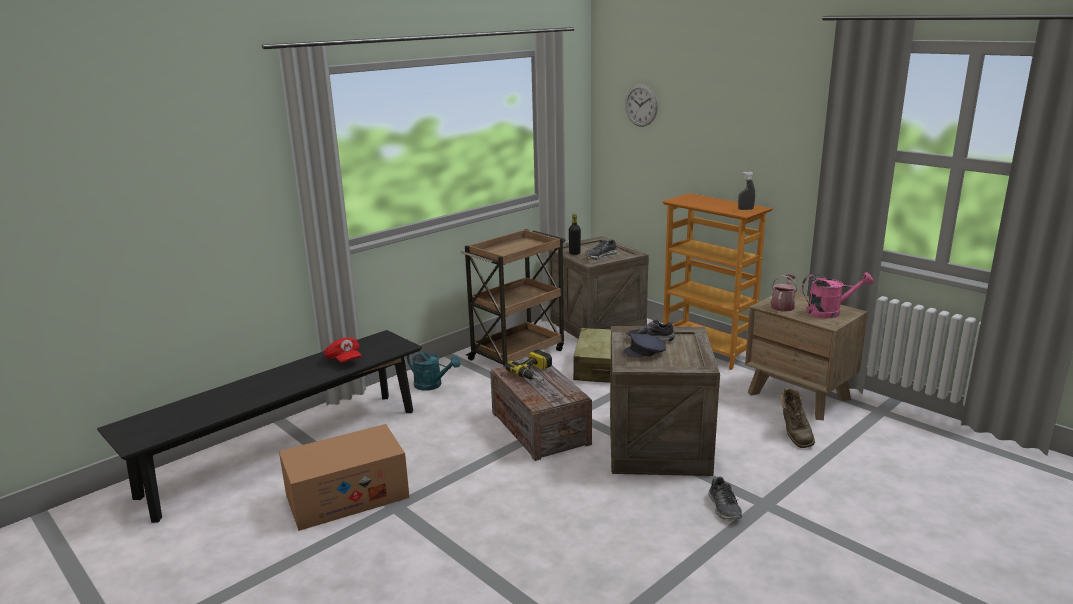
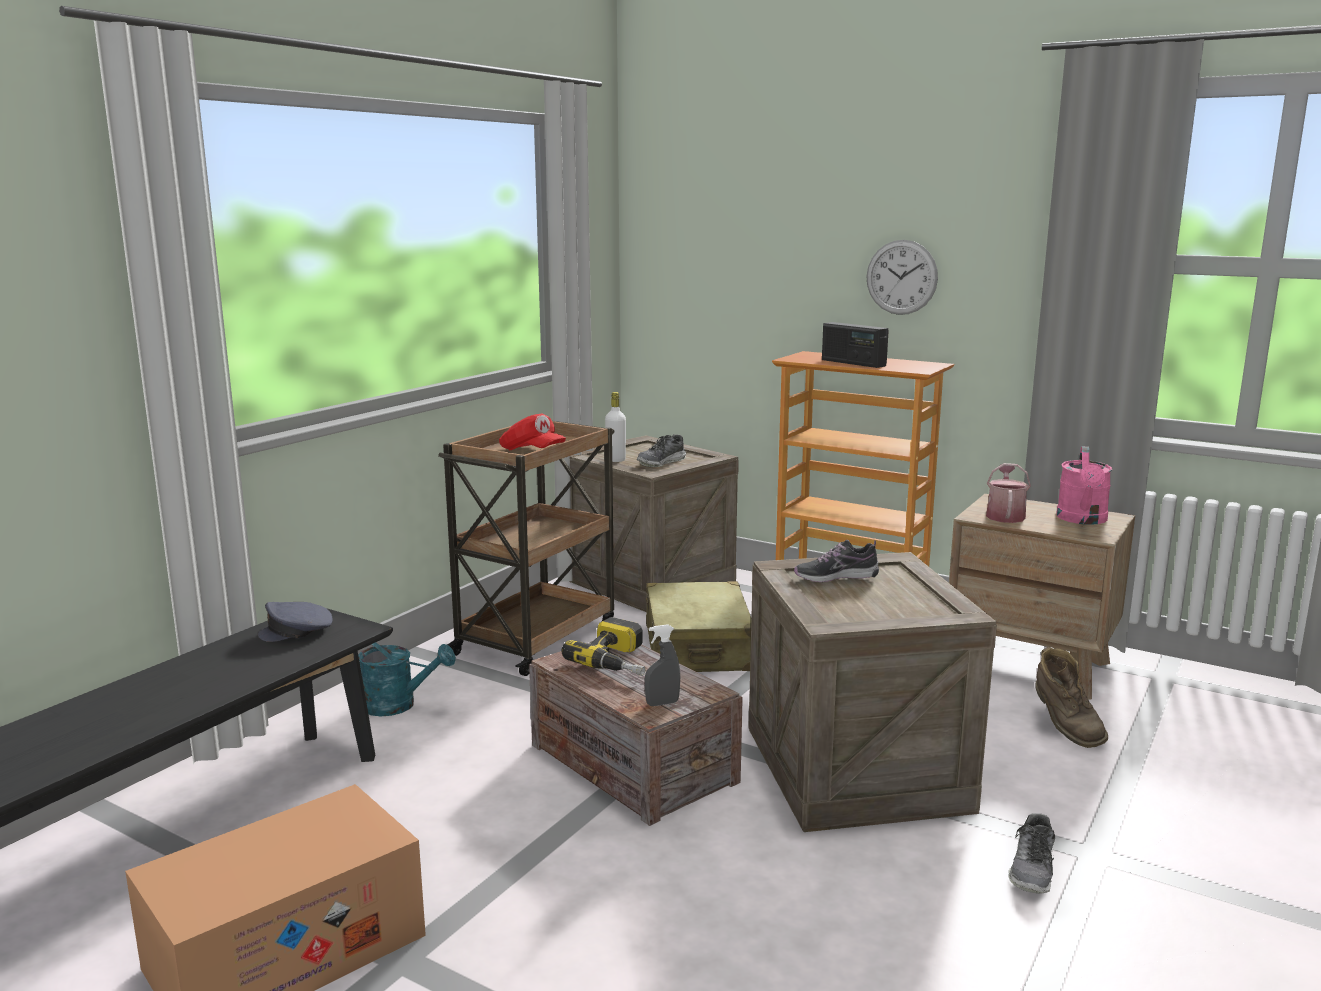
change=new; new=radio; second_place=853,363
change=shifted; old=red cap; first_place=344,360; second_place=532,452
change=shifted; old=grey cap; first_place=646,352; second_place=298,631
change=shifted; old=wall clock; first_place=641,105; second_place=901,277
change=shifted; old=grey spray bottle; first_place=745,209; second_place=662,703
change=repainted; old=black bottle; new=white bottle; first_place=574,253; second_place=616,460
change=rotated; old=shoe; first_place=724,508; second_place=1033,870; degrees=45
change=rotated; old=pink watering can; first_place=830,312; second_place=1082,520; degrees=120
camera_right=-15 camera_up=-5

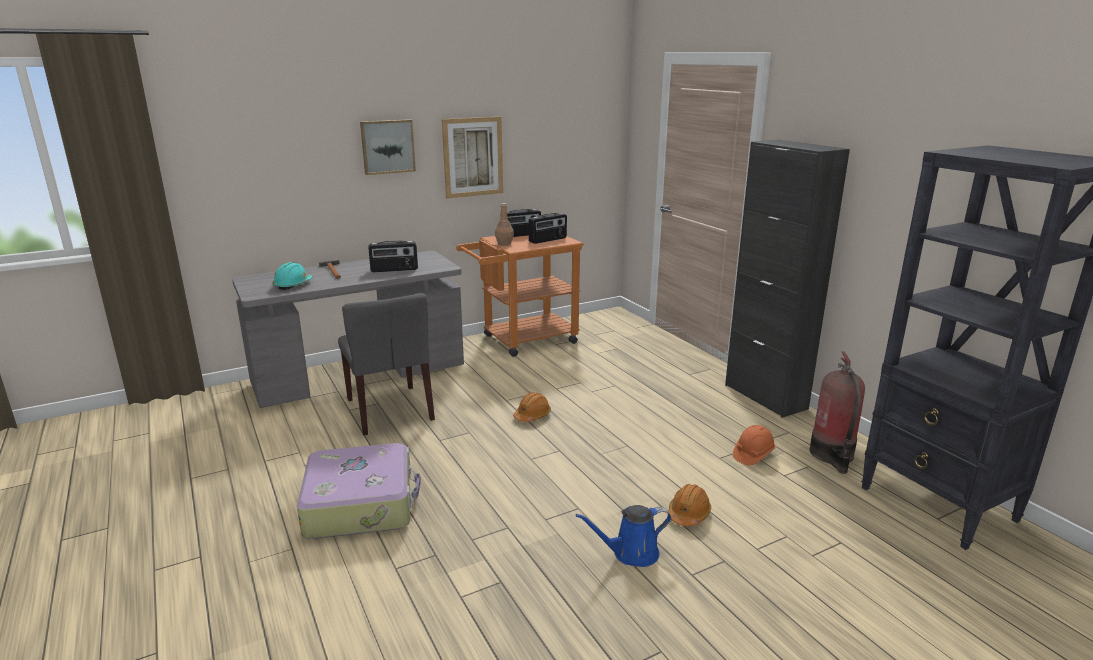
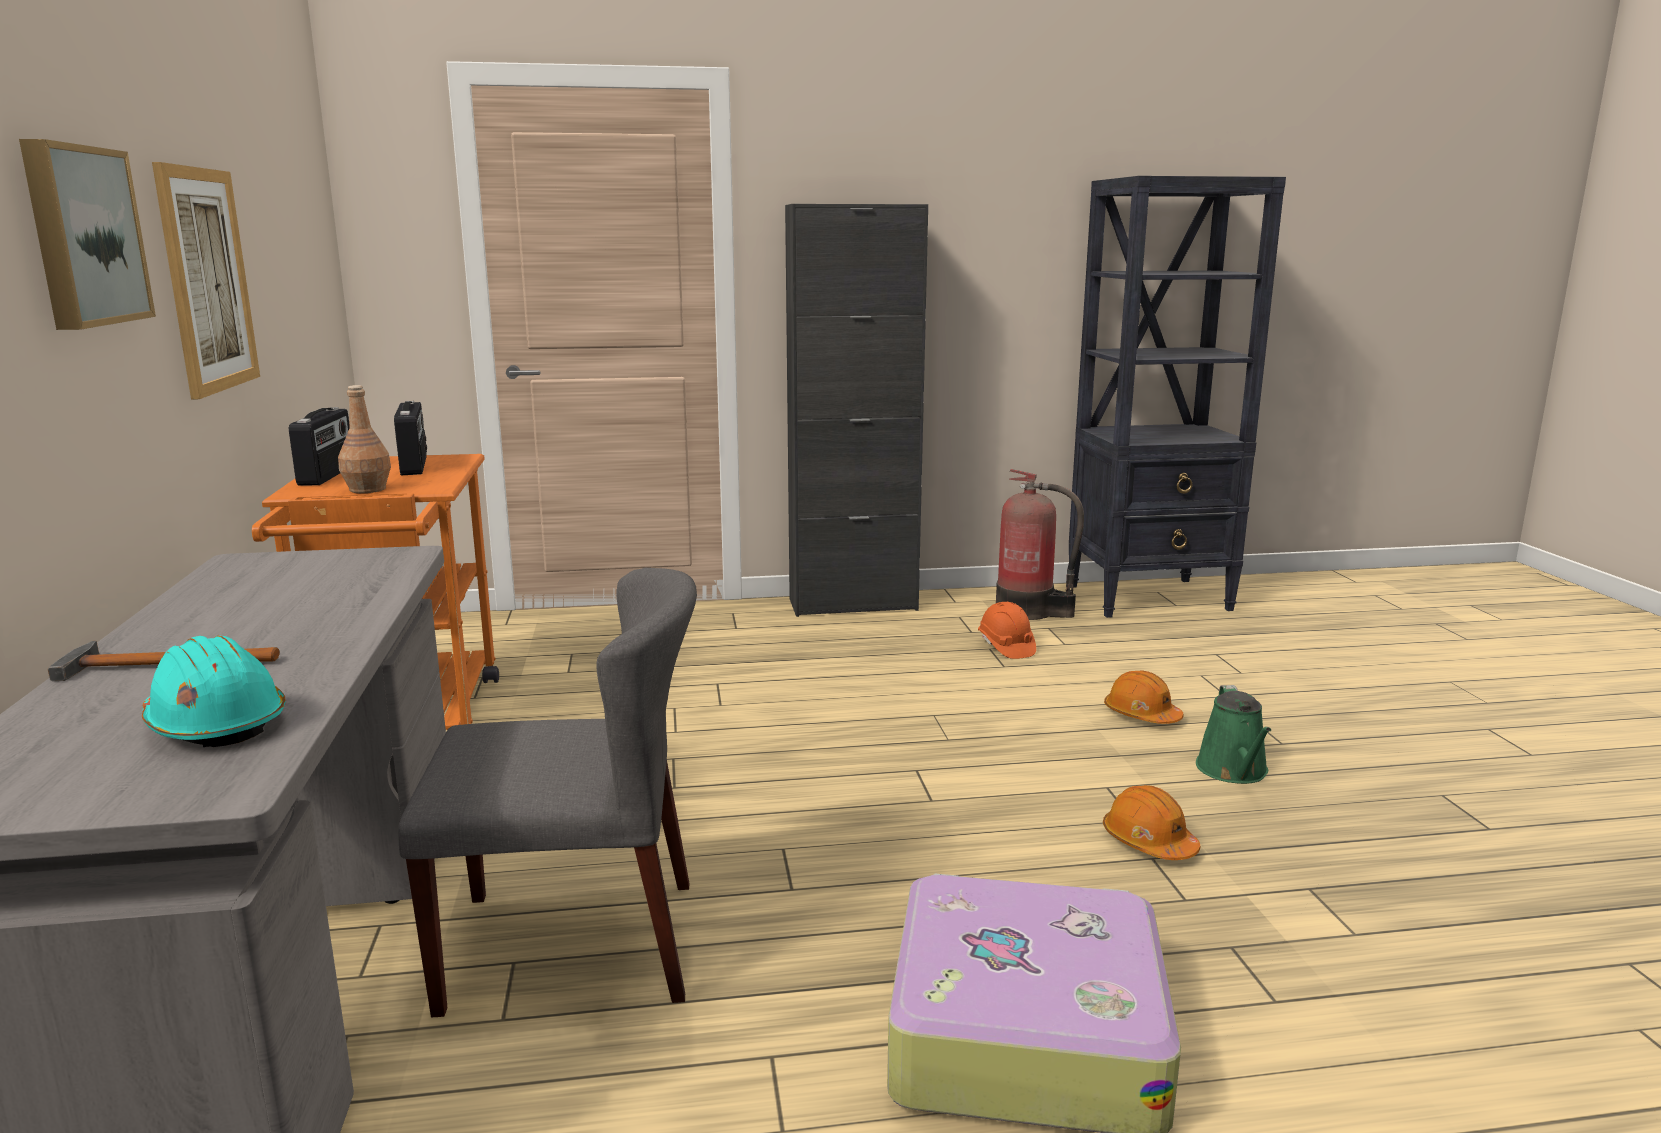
change=gone; old=radio; first_place=394,270
change=shifted; old=orange hard hat; first_place=532,415; second_place=1148,842
change=repainted; old=blue watering can; new=green watering can; first_place=631,553; second_place=1233,771
camera_right=-70 camera_up=-5

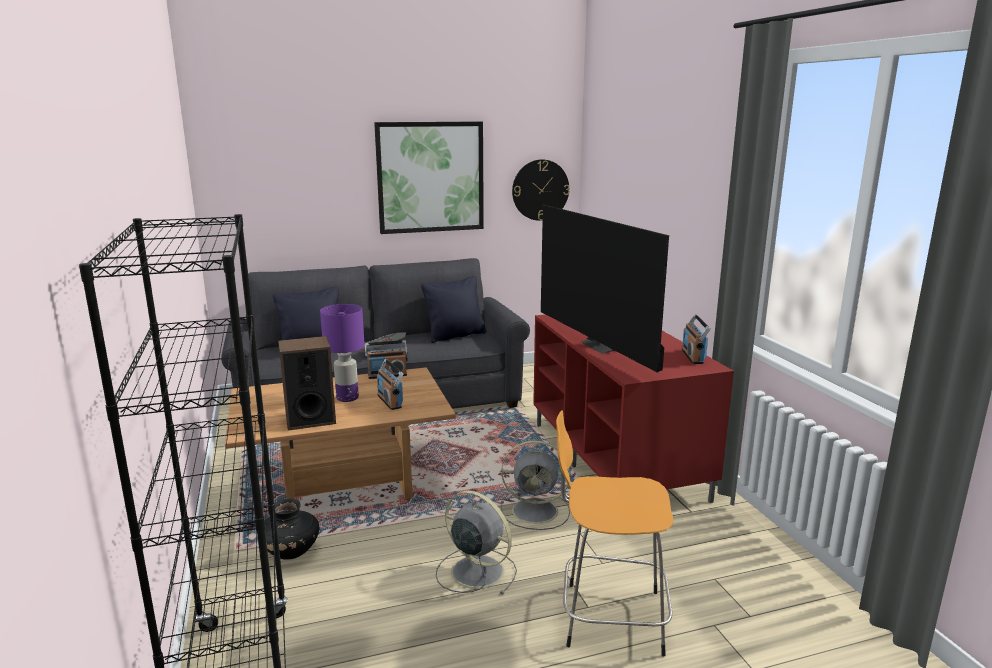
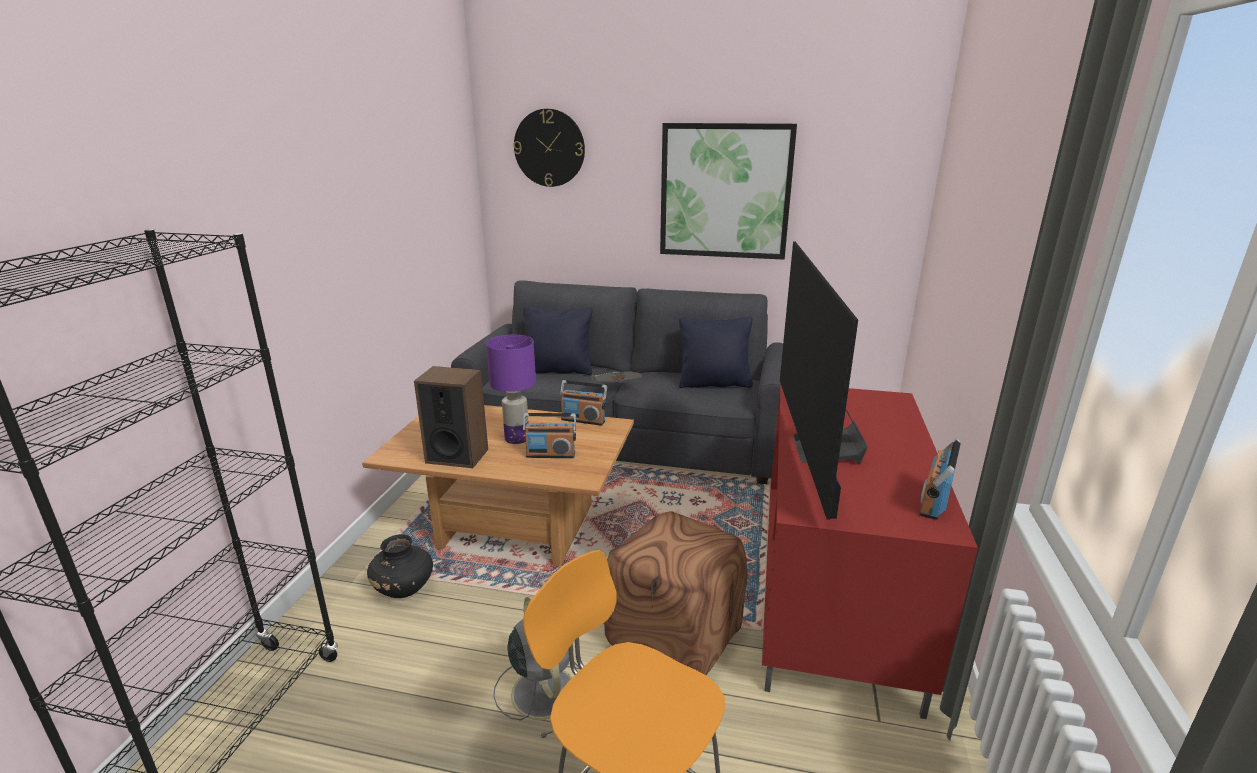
change=shifted; old=wall clock; first_place=540,190; second_place=549,148
change=swapped; old=grey fan; new=brown ottoman; first_place=537,511; second_place=675,636
change=rotated; old=radio; first_place=390,401; second_place=550,454; degrees=-90
camera_right=30 camera_up=5

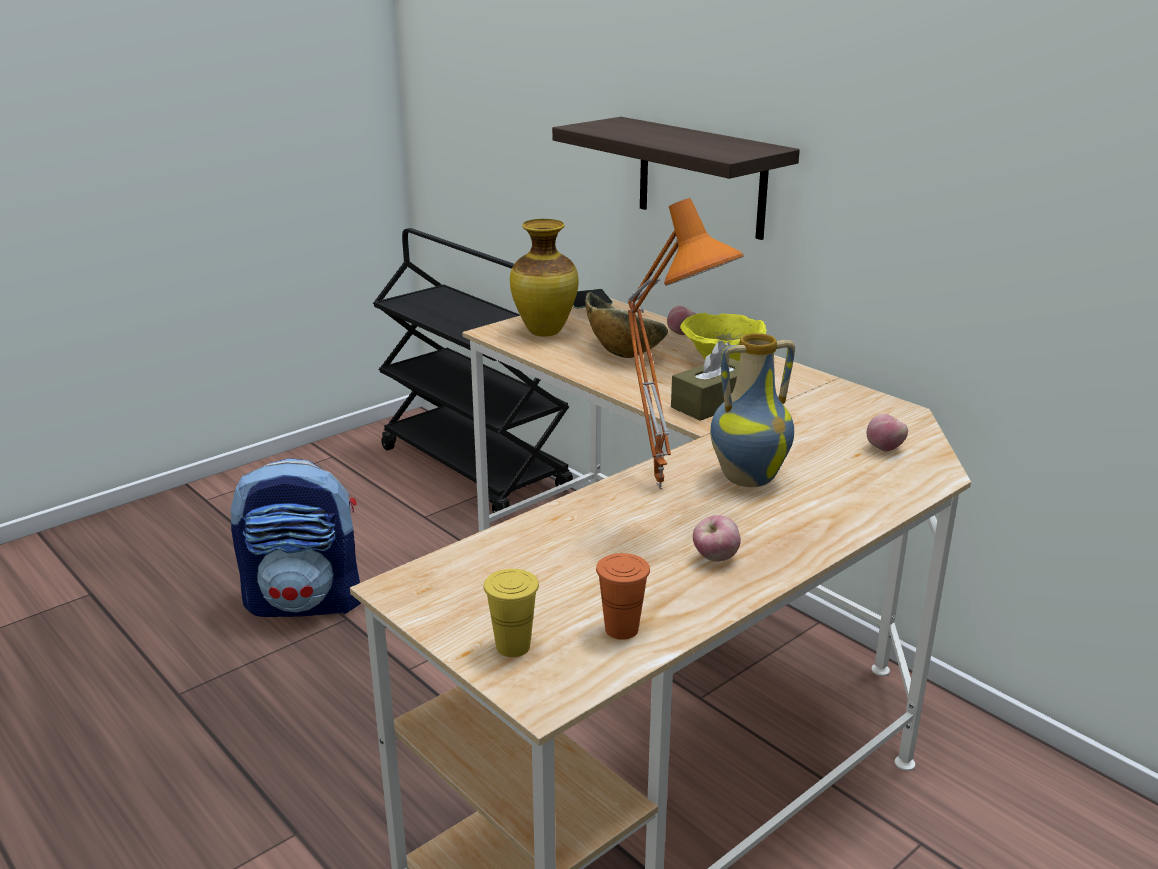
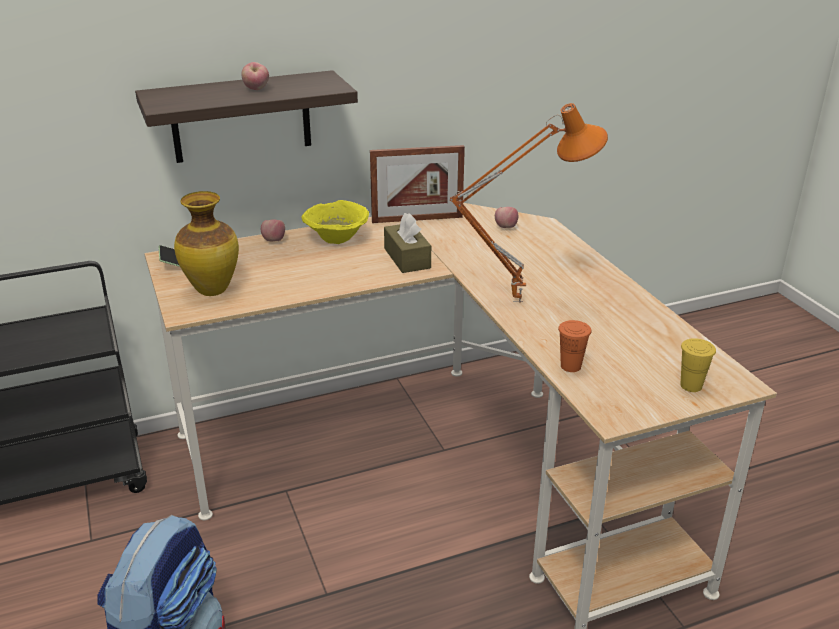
change=gone; old=bowl; first_place=622,353
change=gone; old=vase; first_place=747,478
change=new; new=picture frame; second_place=417,219
change=shifted; old=orange cup; first_place=621,629; second_place=570,366
change=shifted; old=apple; first_place=715,558; second_place=256,89
camera_right=-70 camera_up=5

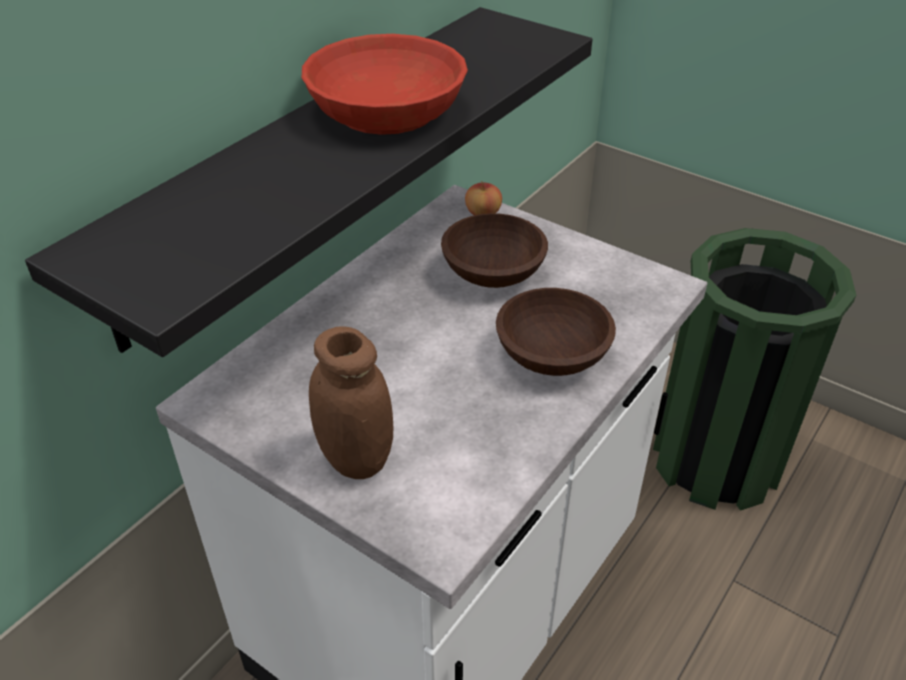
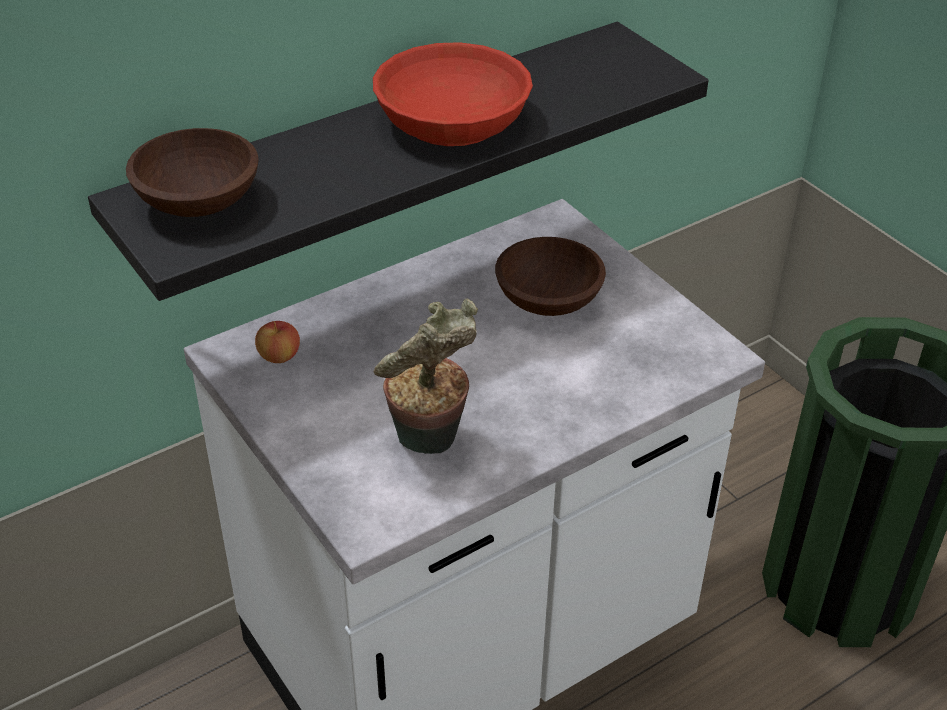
change=gone; old=brown jar; first_place=356,458
change=new; new=potted plant; second_place=429,444
change=shifted; old=apple; first_place=483,213; second_place=279,356
change=shifted; old=brown bowl; first_place=551,356; second_place=196,202
camera_right=20 camera_up=0

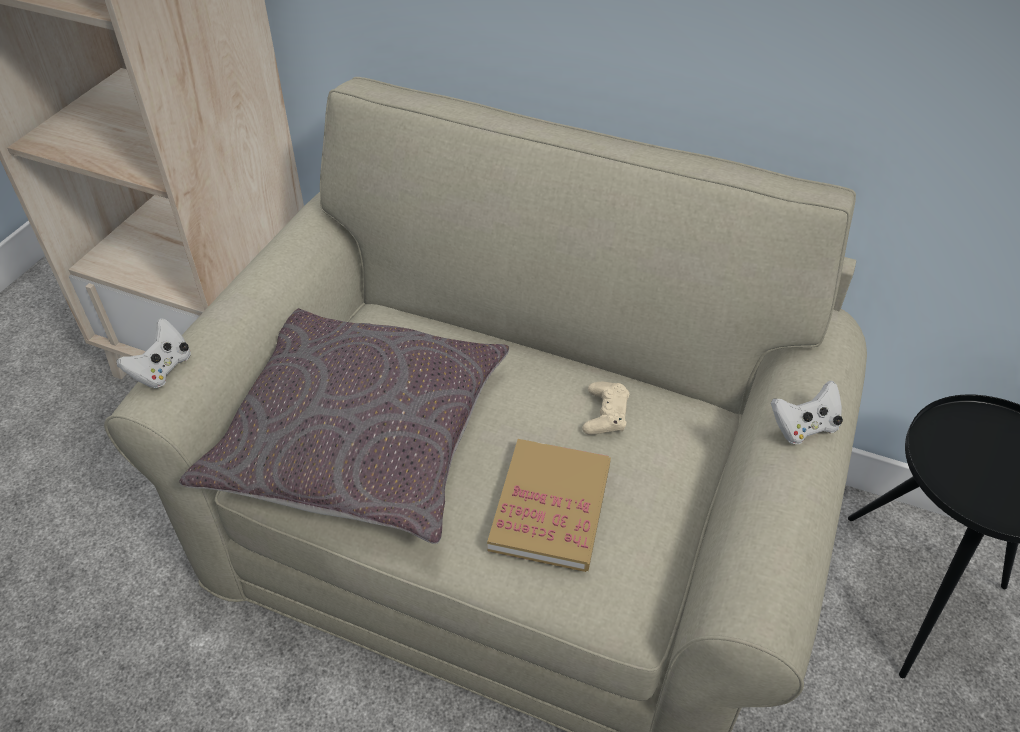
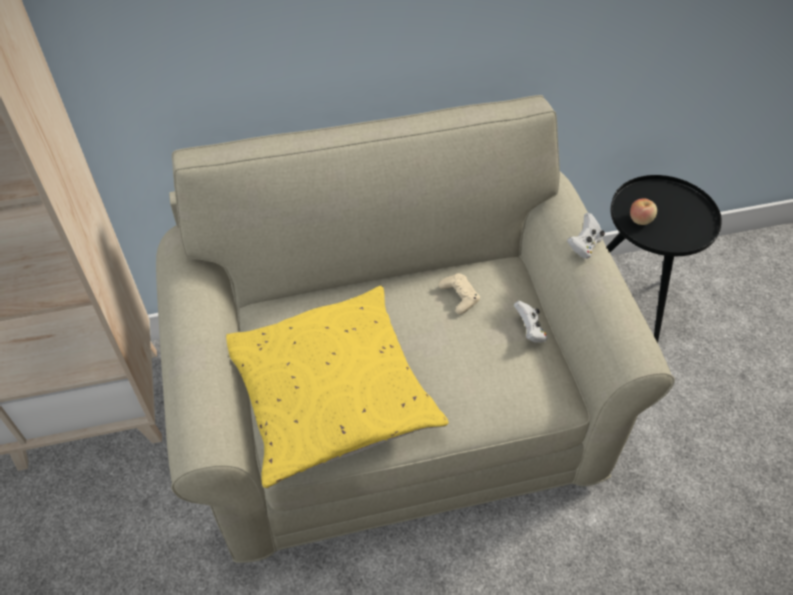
change=gone; old=book; first_place=550,507
change=new; new=apple; second_place=640,220
change=shifted; old=white game controller; first_place=162,369; second_place=529,331
change=repainted; old=grey pillow; new=yellow pillow; first_place=360,436; second_place=330,393
camera_right=-35 camera_up=5

